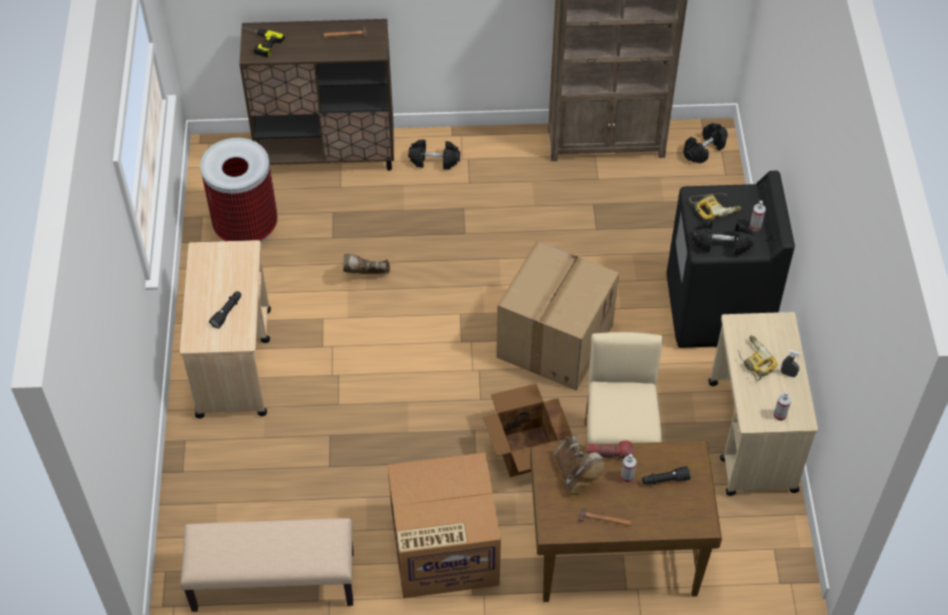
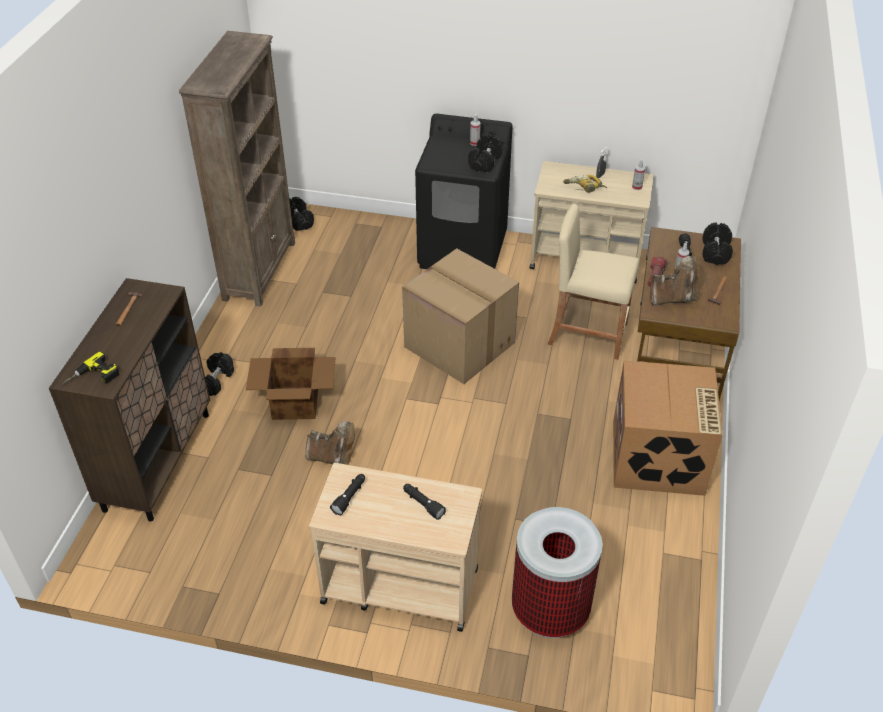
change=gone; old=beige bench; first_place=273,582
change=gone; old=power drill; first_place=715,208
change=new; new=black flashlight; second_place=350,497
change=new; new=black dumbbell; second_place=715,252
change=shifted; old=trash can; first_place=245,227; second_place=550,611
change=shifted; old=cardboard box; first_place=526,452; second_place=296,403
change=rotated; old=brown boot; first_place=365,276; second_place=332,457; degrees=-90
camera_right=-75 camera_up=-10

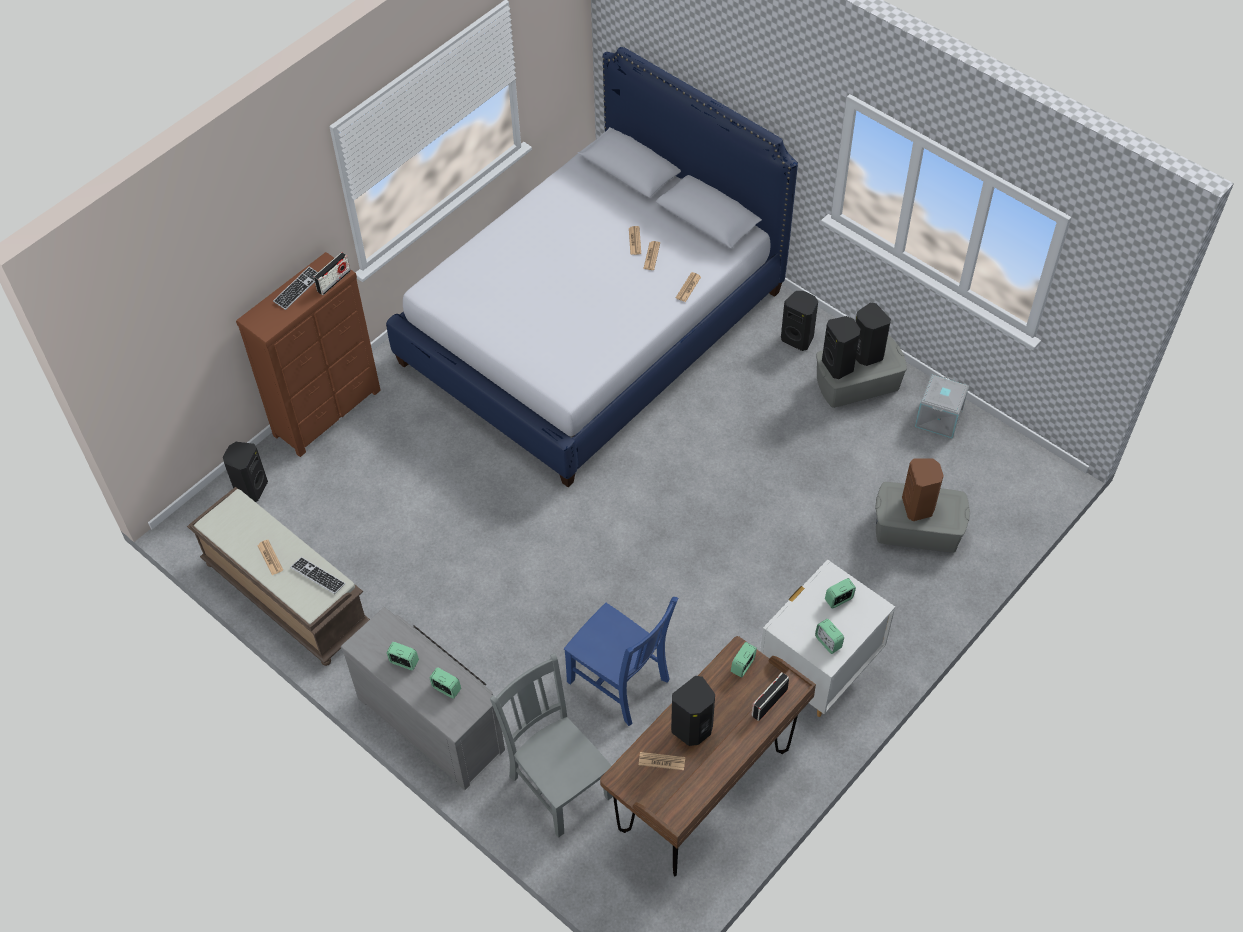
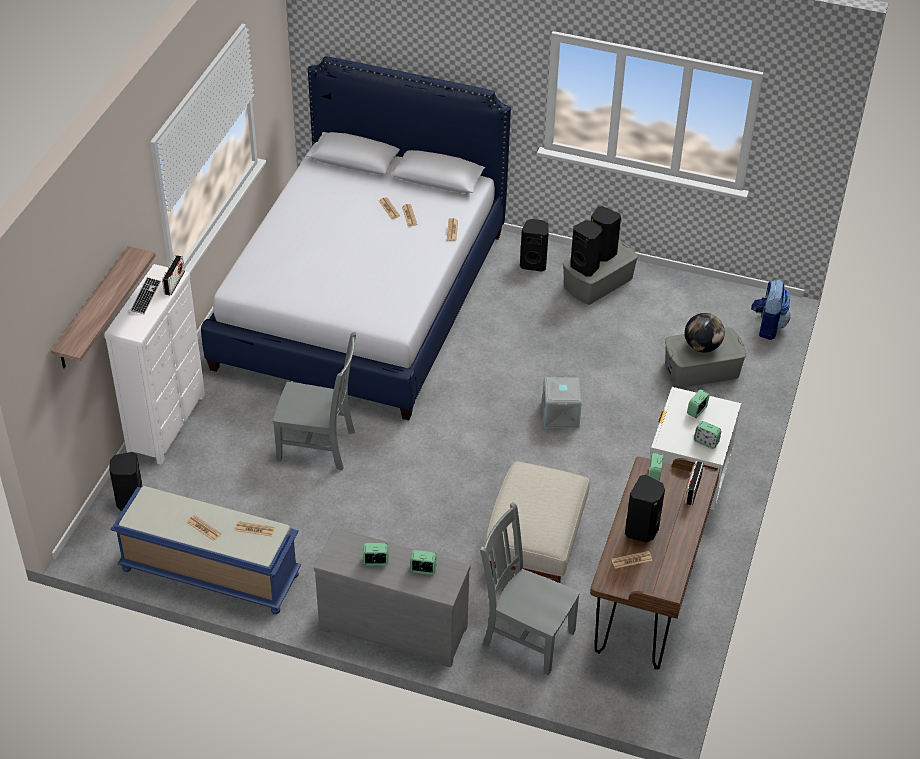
change=new; new=shelf; second_place=93,309
change=new; new=grey chair; second_place=319,446
change=new; new=backpack; second_place=767,326
change=shifted; old=grey storage box; first_place=939,418; second_place=561,415
change=swapped; old=keyboard; new=newspaper; first_place=318,576; second_place=255,529
change=swapped; old=blue chair; new=beige ottoman; first_place=621,683; second_place=534,547
change=swapped; old=brown speaker; new=globe; first_place=918,507; second_place=702,347
change=repainted; old=brown bench; new=blue bench; first_place=285,595; second_place=209,573
change=repainted; old=brown dresser; new=white dresser; first_place=328,413; second_place=168,424
camera_right=-25 camera_up=-10

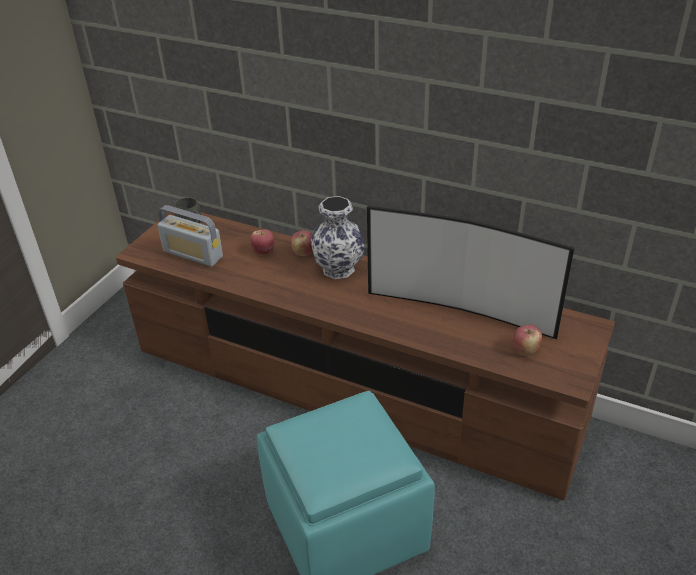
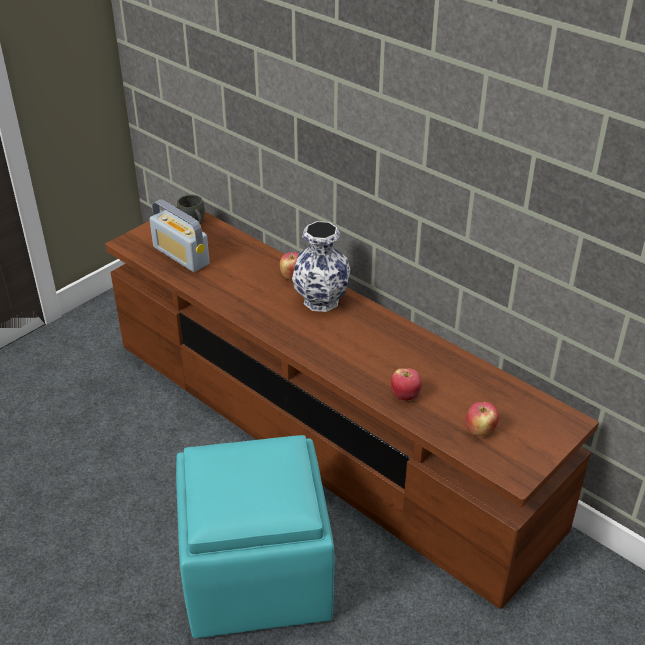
change=gone; old=television; first_place=461,310
change=shifted; old=apple; first_place=264,251; second_place=405,396
camera_right=15 camera_up=0

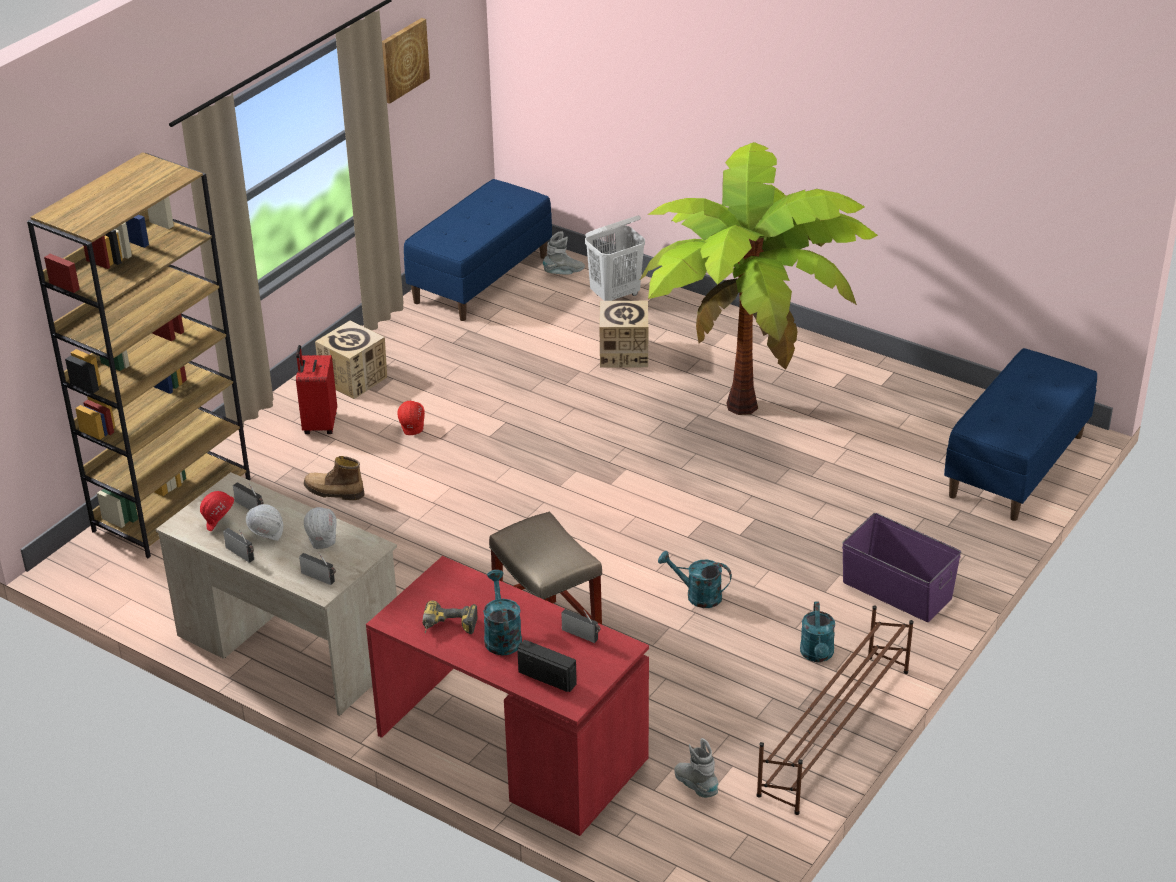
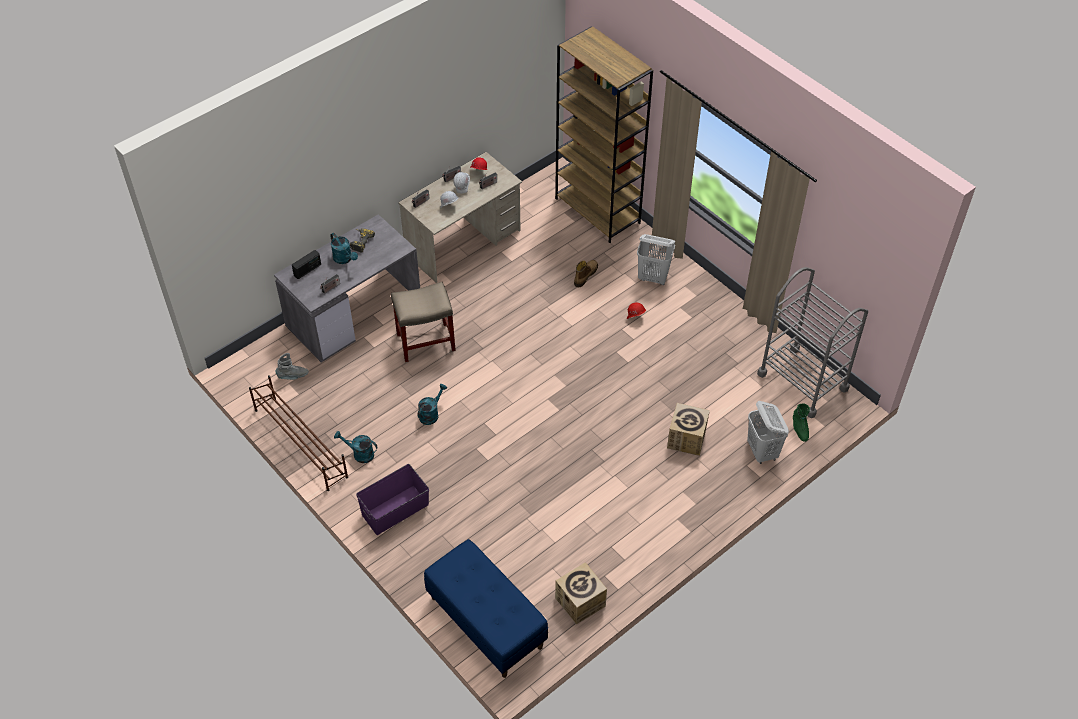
change=gone; old=picture; first_place=403,59
change=gone; old=potted plant; first_place=742,405
change=shifted; old=cardboard box; first_place=354,379; second_place=580,602
change=swapped; old=red suitcase; new=white laundry basket; first_place=319,424; second_place=653,277
change=swapped; old=blue bench; new=grey cart; first_place=481,279; second_place=802,381
change=repainted; old=red desk; new=grey desk; first_place=509,747; second_place=354,312
change=repainted; old=grey boot; new=green boot; first_place=564,273; second_place=799,429
change=rotated; old=turquoise watering can; first_place=501,636; second_place=345,259; degrees=45
camera_right=105 camera_up=15

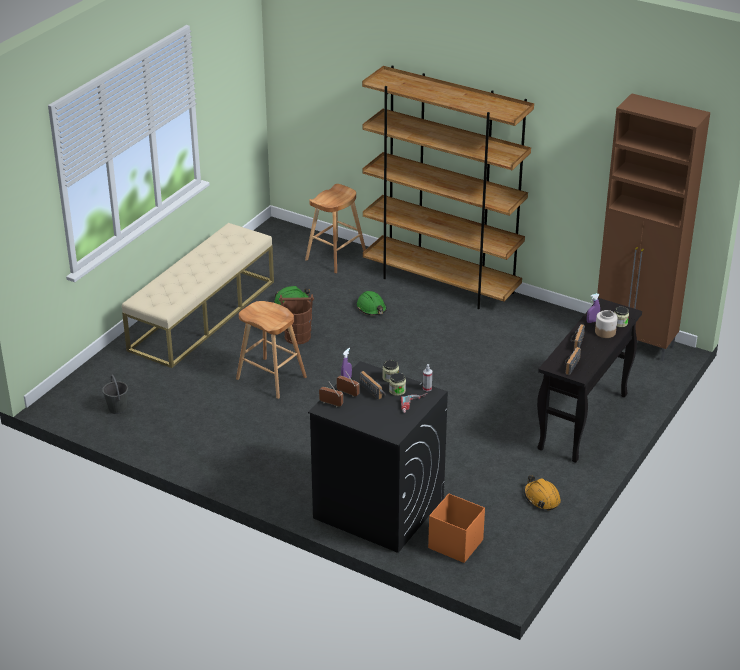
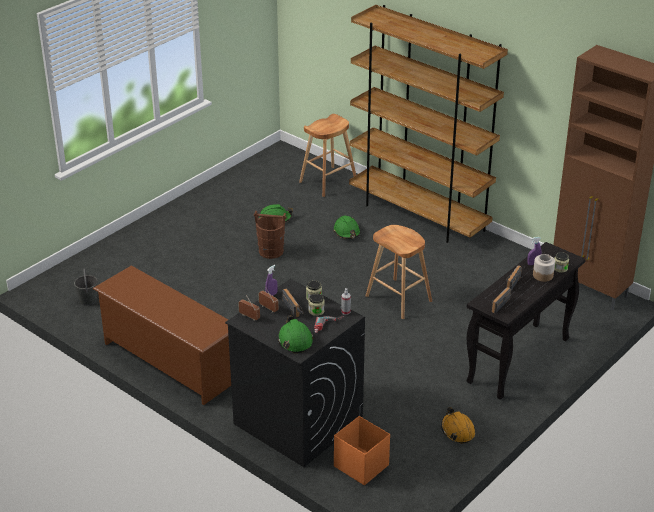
change=gone; old=beige bench; first_place=202,315
change=new; new=brown shoe rack; second_place=170,362
change=new; new=green hard hat; second_place=295,340
change=shifted; old=brown stool; first_place=271,378; second_place=398,298
camera_right=10 camera_up=0

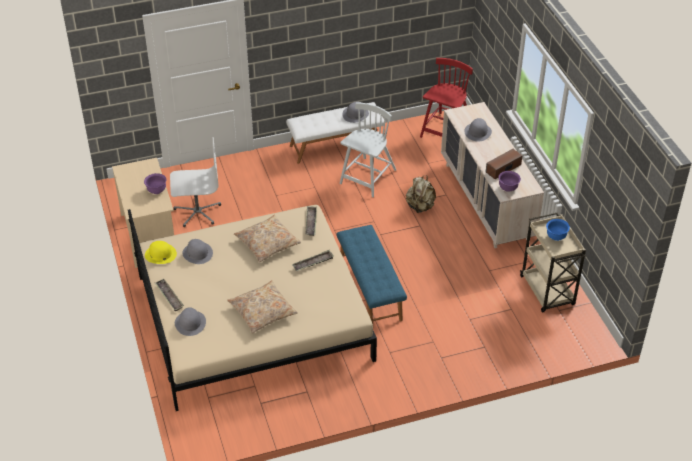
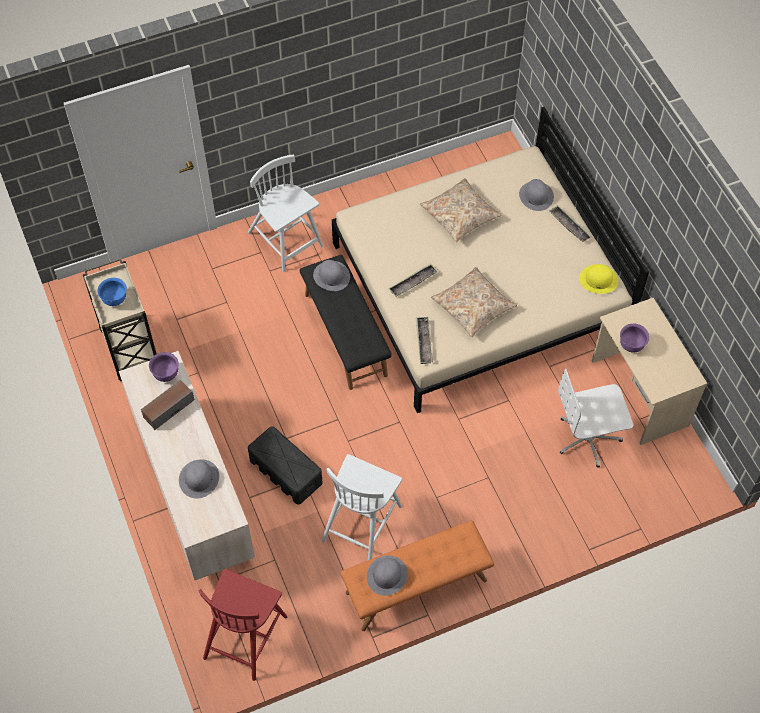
change=new; new=white chair; second_place=286,241
change=shifted; old=grey hat; first_place=197,253; second_place=331,276
change=swapped; old=beige backpack; new=black storage box; first_place=420,207; second_place=285,471
change=repainted; old=white bench; new=orange bench; first_place=335,145; second_place=416,587
change=repainted; old=blue bench; new=black bench; first_place=369,289; second_place=346,334
camera_right=175 camera_up=15

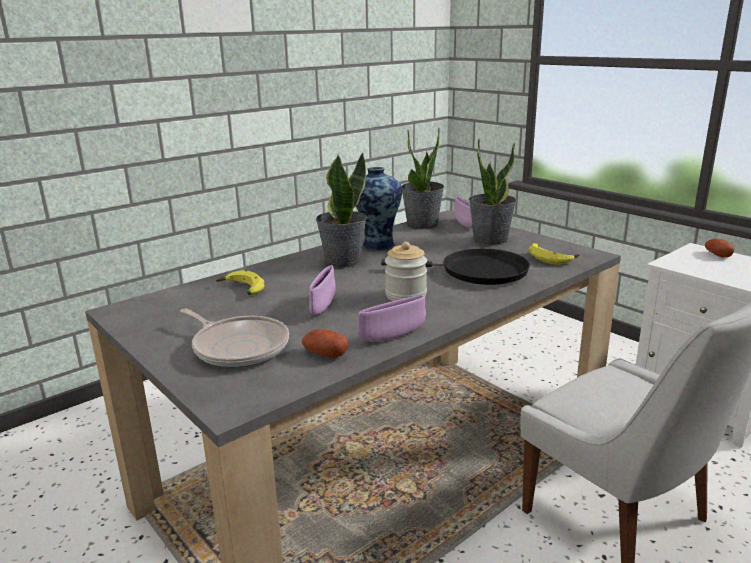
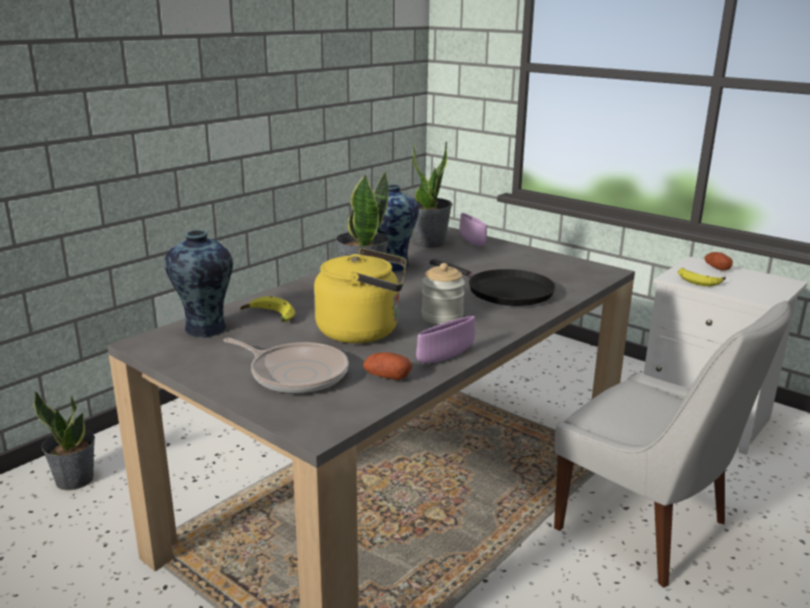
change=new; new=vase; second_place=205,330
change=shifted; old=potted plant; first_place=490,240; second_place=75,479
change=shifted; old=banana; first_place=552,258; second_place=700,280
change=swapped; old=purple bowl; new=yellow kettle; first_place=323,307; second_place=363,331
change=rotated; old=black frying pan; first_place=478,272; second_place=504,291; degrees=45
camera_right=-10 camera_up=0

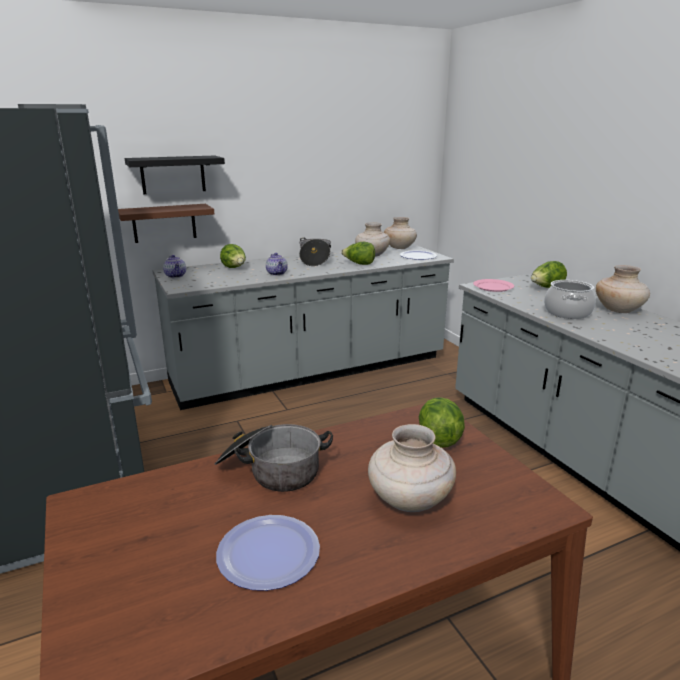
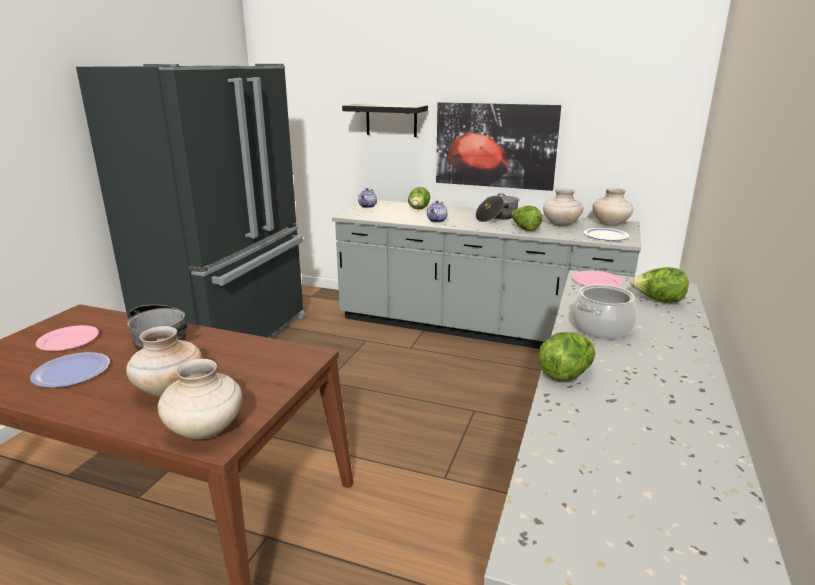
change=gone; old=brown shelf; first_place=164,223
change=new; new=pink plate; second_place=69,341
change=new; new=picture; second_place=495,145
change=shifted; old=lettuce; first_place=439,438; second_place=566,374
change=shifted; old=beige vase; first_place=618,310; second_place=205,430
camera_right=45 camera_up=0

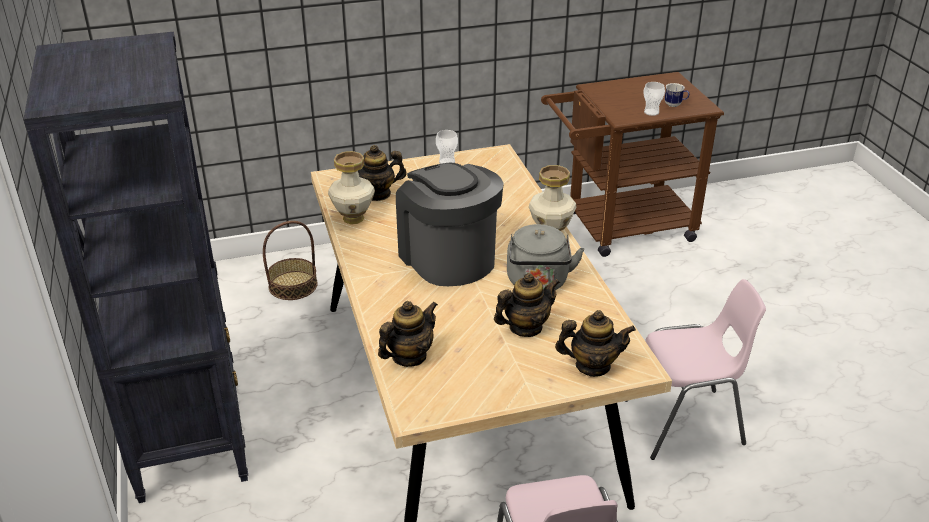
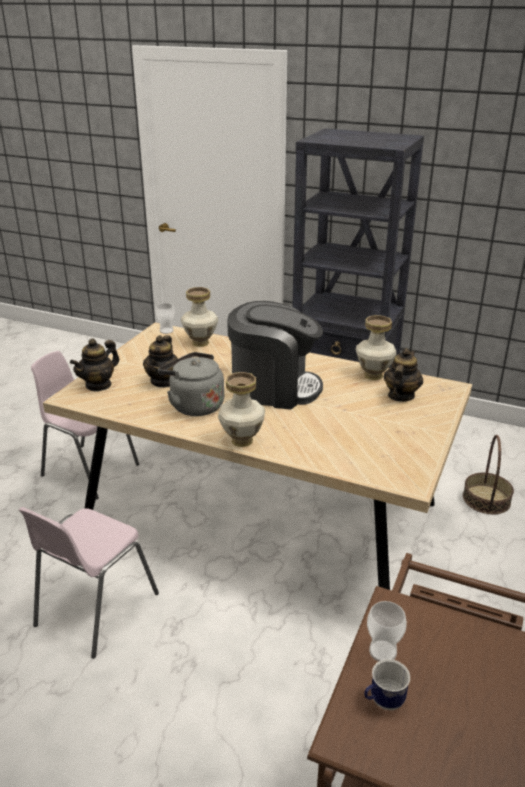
change=shifted; old=cup; first_place=447,162; second_place=166,331
change=swapped; old=teapot; new=vase; first_place=409,356; second_place=200,342
camera_right=130 camera_up=-5

